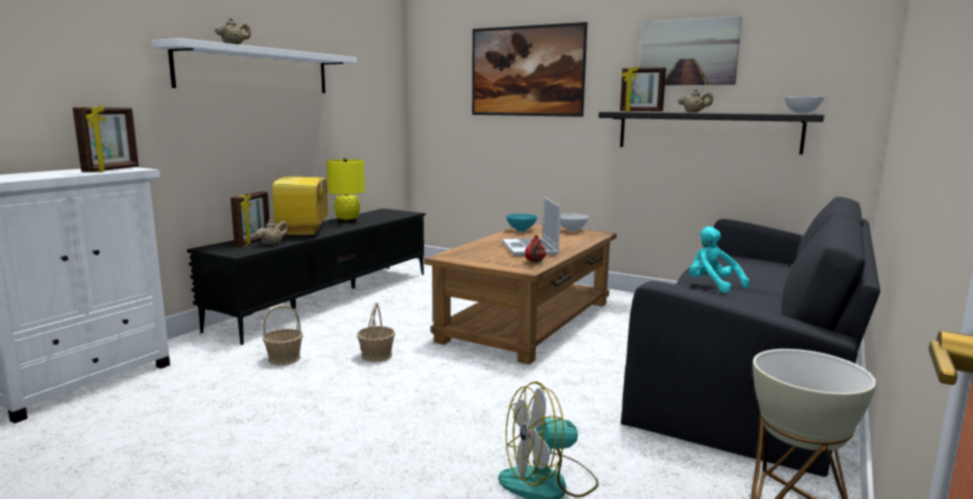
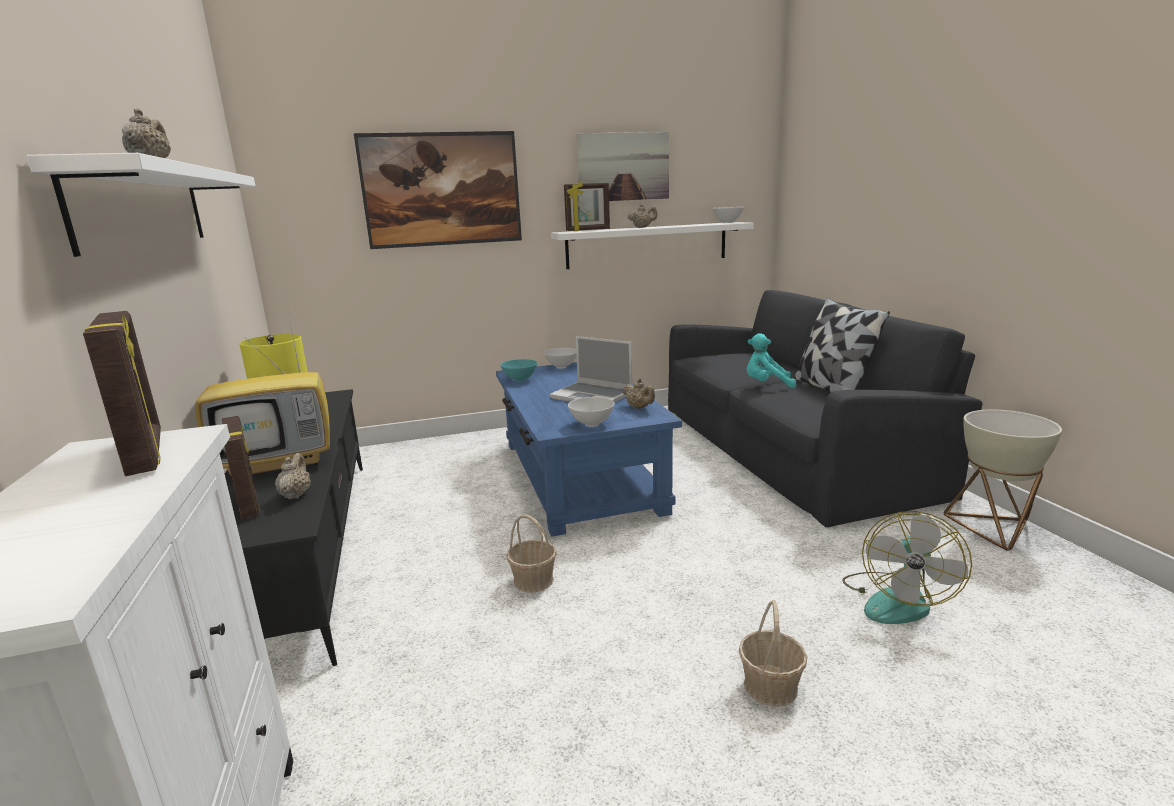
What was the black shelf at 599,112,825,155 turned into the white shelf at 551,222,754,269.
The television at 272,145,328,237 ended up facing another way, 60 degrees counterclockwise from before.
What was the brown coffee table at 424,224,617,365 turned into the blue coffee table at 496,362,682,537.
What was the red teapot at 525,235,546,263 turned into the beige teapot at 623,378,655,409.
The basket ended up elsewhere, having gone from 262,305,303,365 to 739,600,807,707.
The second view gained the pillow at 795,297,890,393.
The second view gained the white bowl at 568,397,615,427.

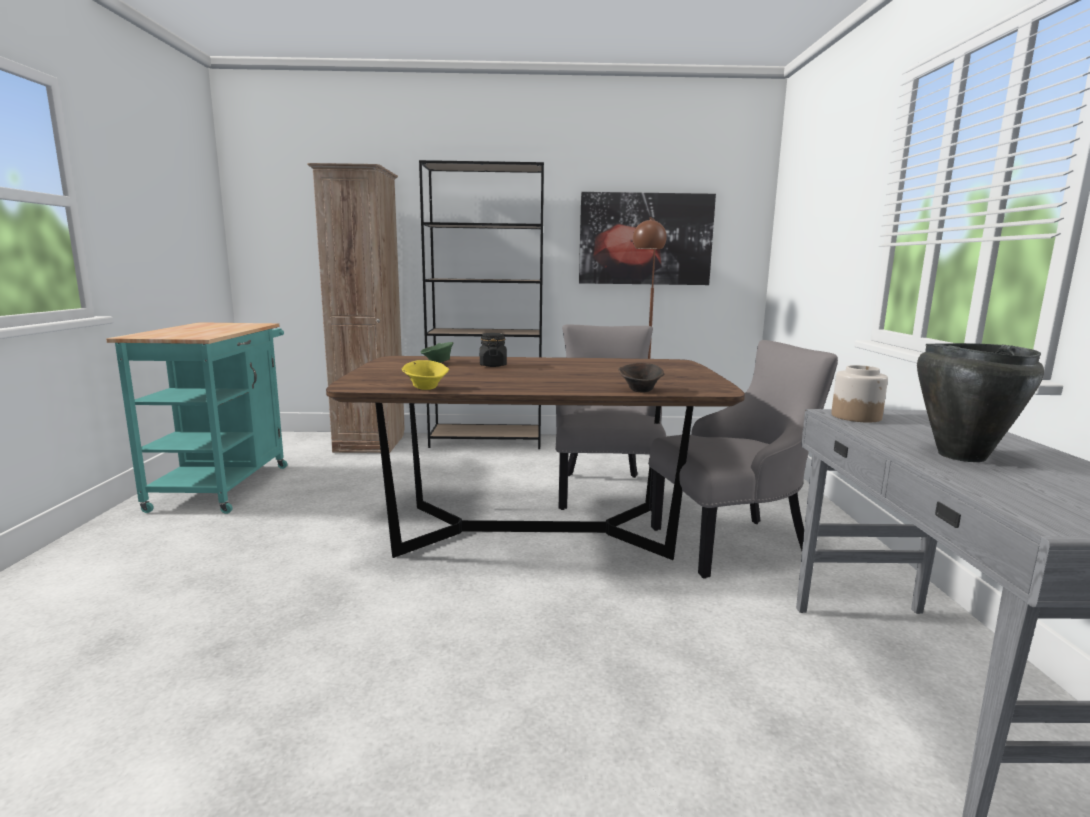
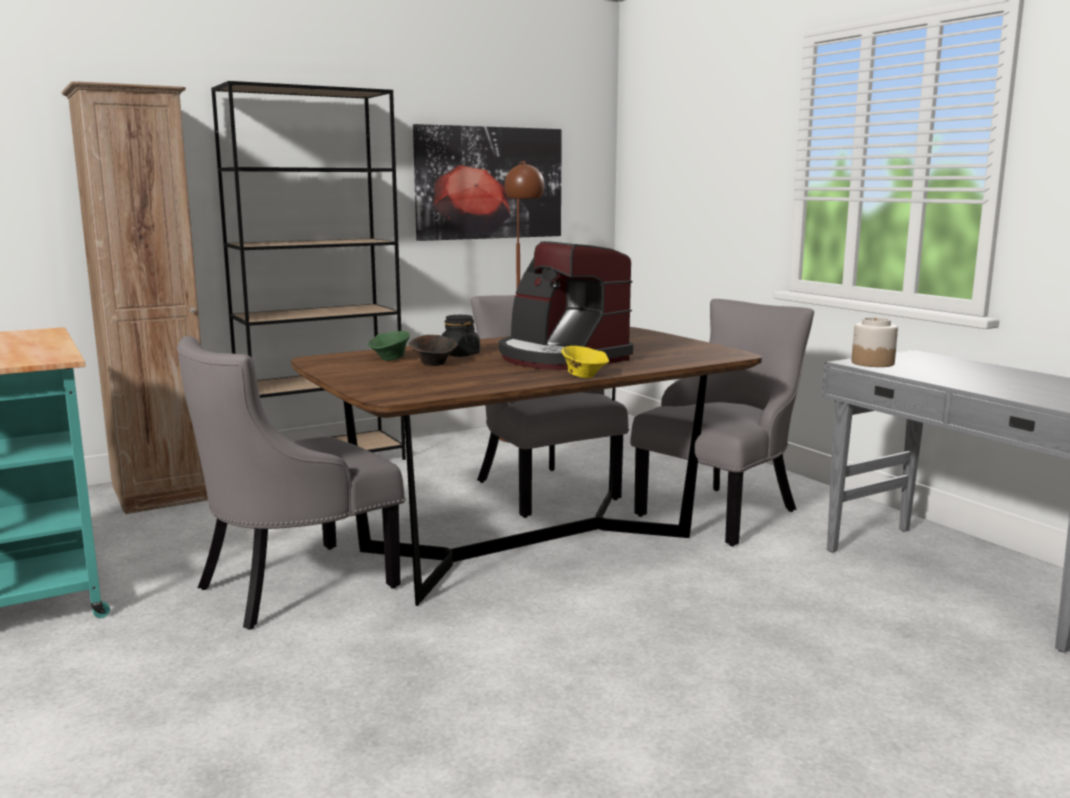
The second view lost the black cooking pot at 917,343,1044,462.
The yellow bowl ended up elsewhere, having gone from 402,360,449,390 to 562,346,609,378.
The brown bowl ended up elsewhere, having gone from 619,363,664,393 to 409,335,458,366.
The second view gained the coffee machine at 499,241,633,370.
The second view gained the grey chair at 177,336,406,630.

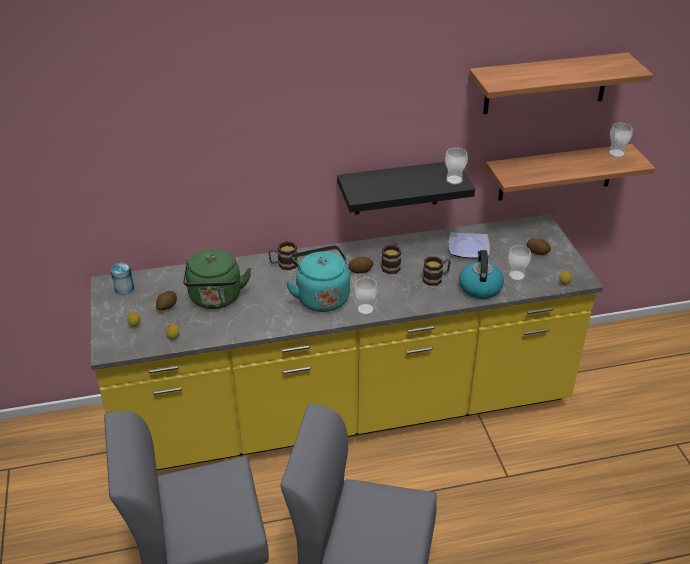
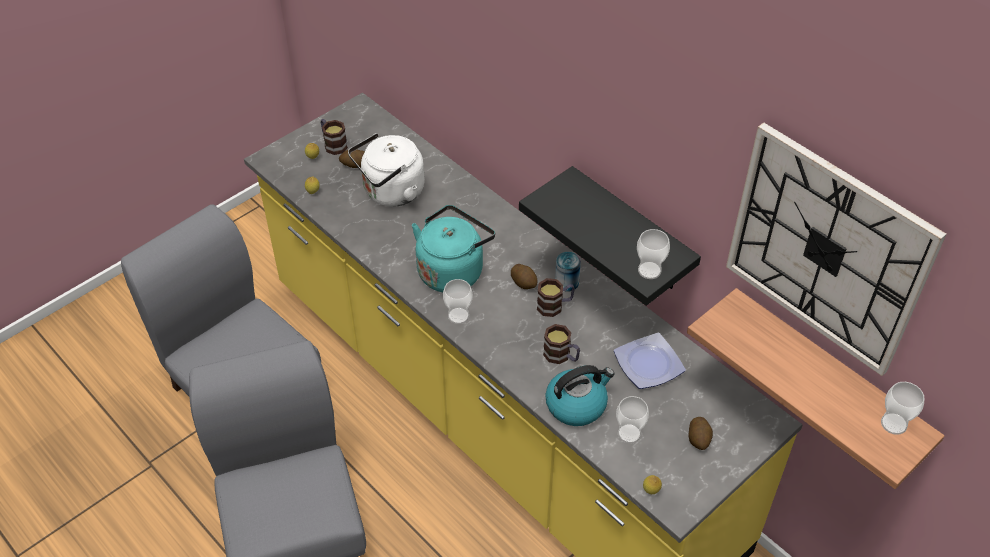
Where the shelf hung at 469,52,653,114, the wall clock came to hang at 726,123,946,376.
The mug ended up elsewhere, having gone from 269,241,298,270 to 321,119,348,155.
What was the green kettle at 183,249,252,309 turned into the white kettle at 348,133,425,207.
The can ended up elsewhere, having gone from 111,263,134,295 to 555,252,581,292.

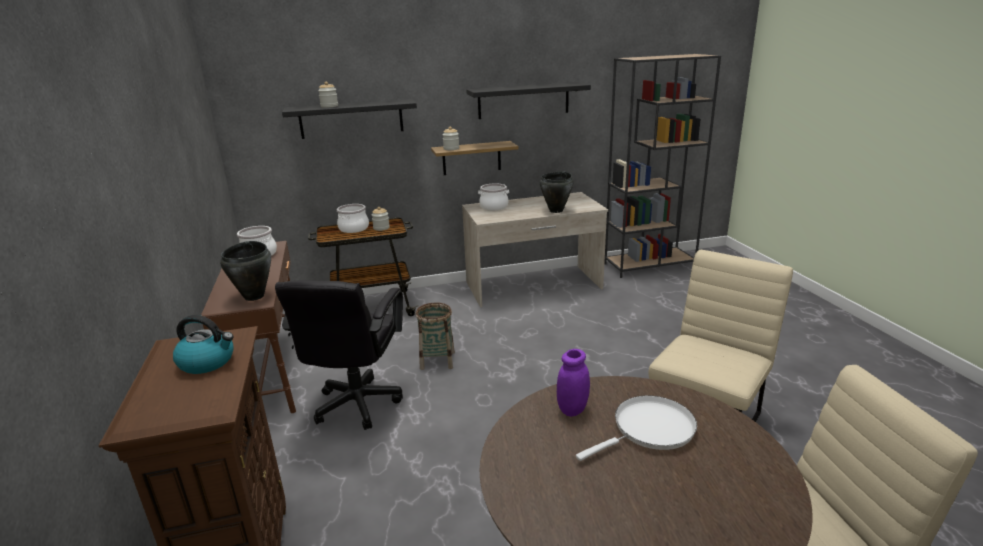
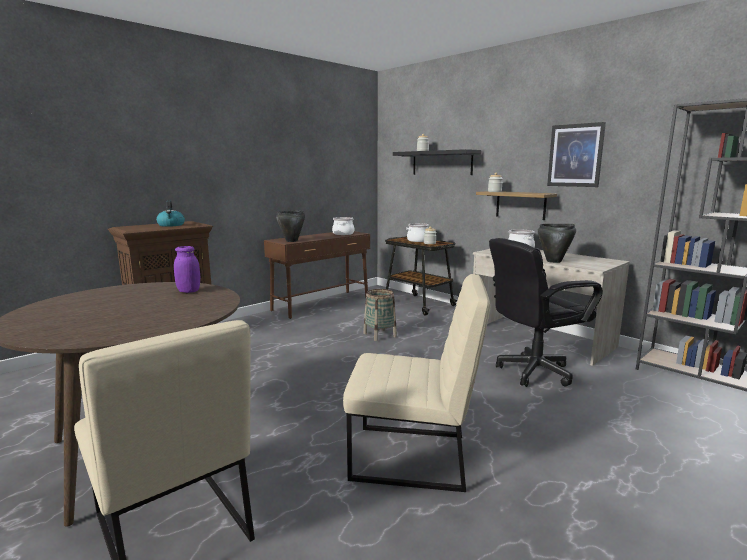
Where the black shelf hung at 466,82,591,119, the picture came to hang at 547,122,606,187.
The black office chair ended up elsewhere, having gone from 275,280,403,430 to 489,238,603,387.
The second view lost the white frying pan at 576,395,697,461.

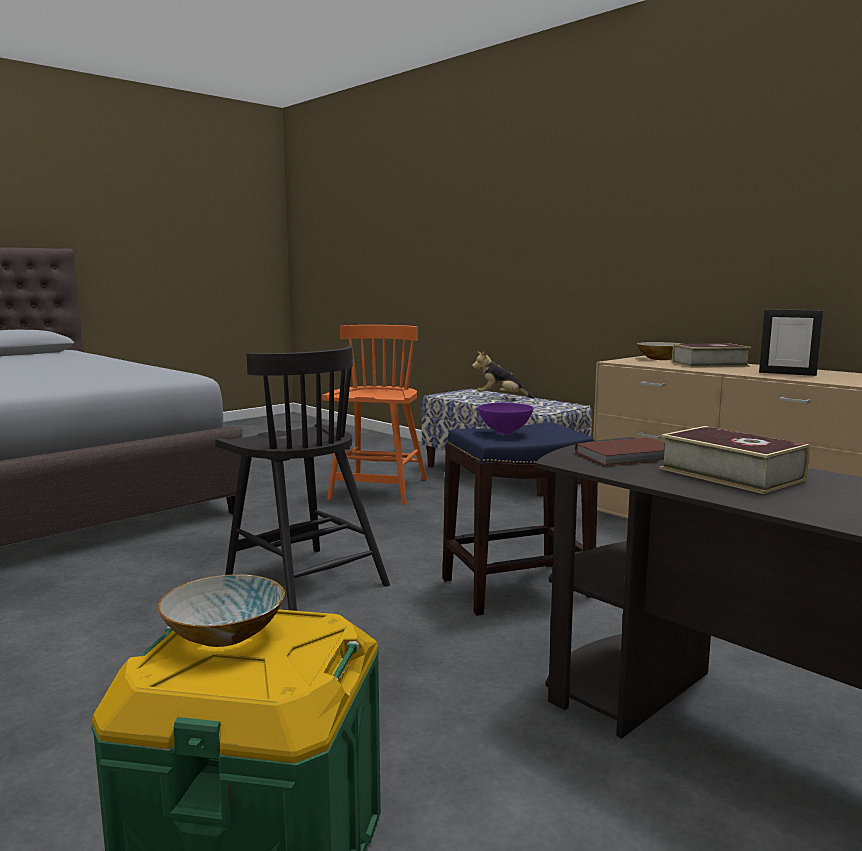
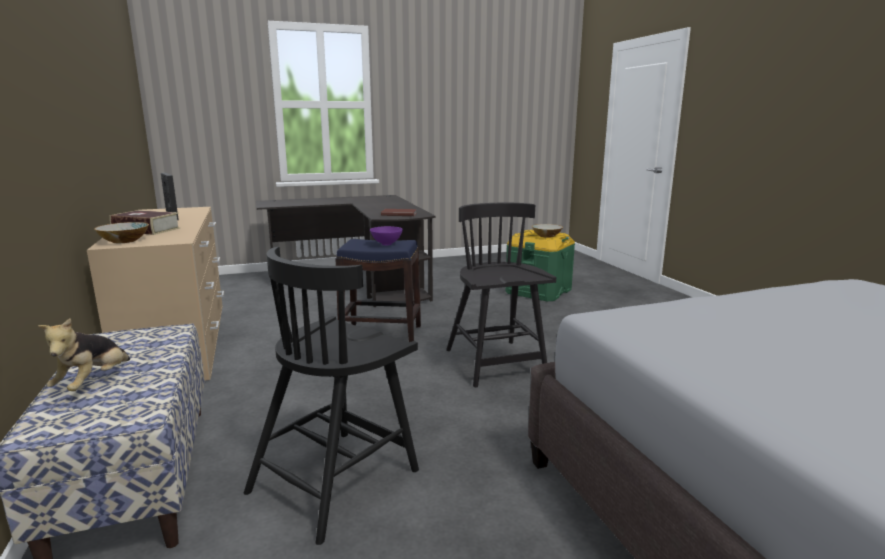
What was the orange chair at 322,325,427,505 turned into the black chair at 244,247,419,545.
The plush toy at 472,351,534,399 ended up facing another way, 60 degrees clockwise from before.
The second view lost the book at 659,426,810,494.

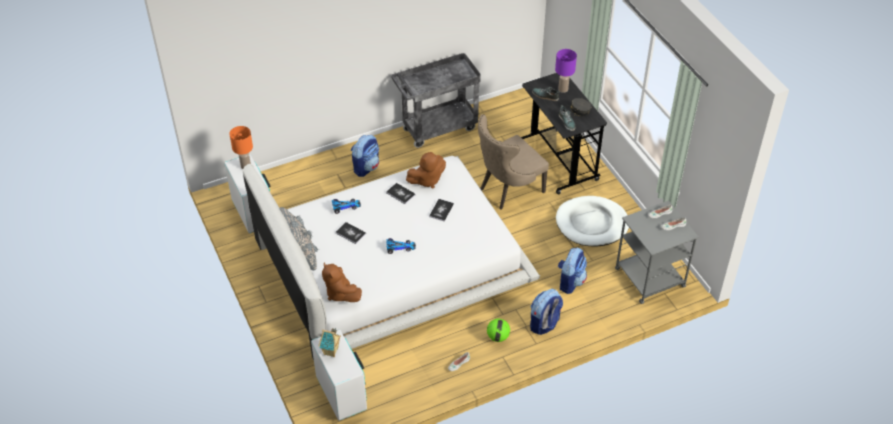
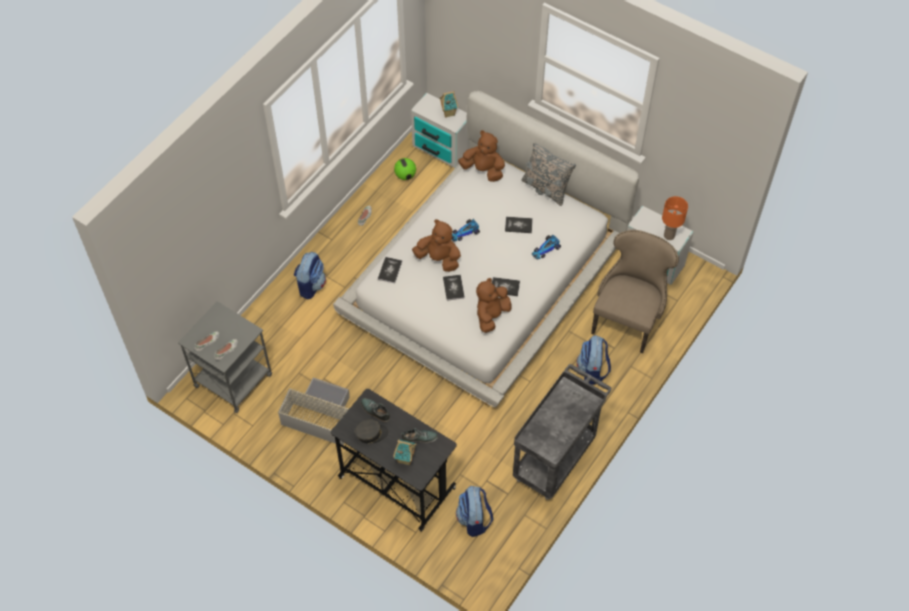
Where the purple table lamp stood at 555,49,577,93, the toy house came to stand at 393,440,417,466.
The beige chair ended up elsewhere, having gone from 478,114,549,210 to 591,230,679,353.
Where the white dog bed stood at 556,196,629,247, the grey storage box came to stand at 278,378,350,445.
The backpack ended up elsewhere, having gone from 558,247,587,294 to 456,486,493,537.
The football ended up elsewhere, having gone from 487,318,510,342 to 394,158,416,180.
The second view gained the brown plush toy at 412,219,461,272.
The second view gained the book at 378,257,402,283.

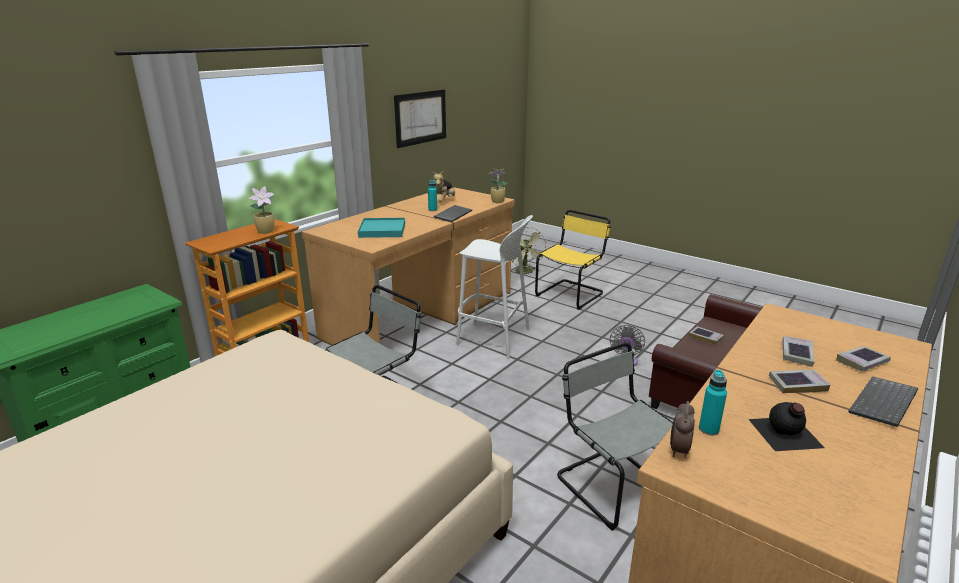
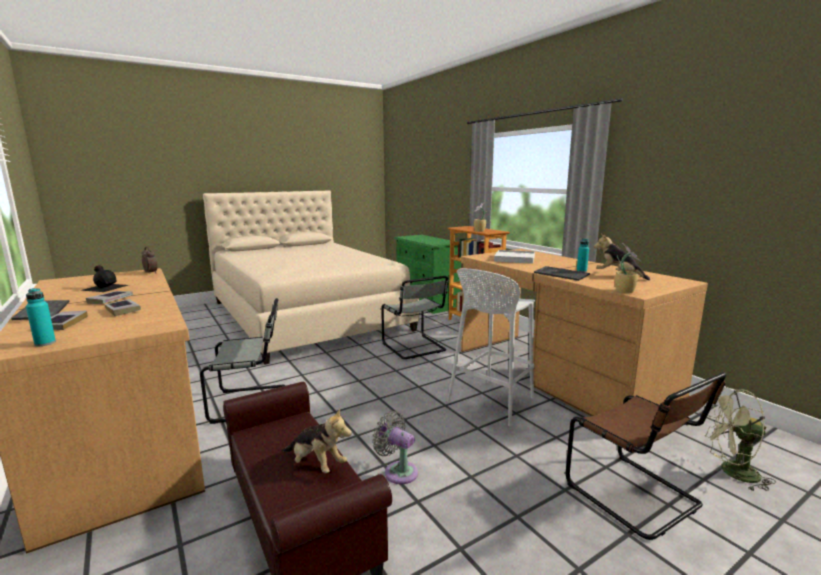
The second view lost the picture at 394,89,446,148.
What was the yellow chair at 535,210,611,310 turned into the brown chair at 566,372,727,540.
What was the turquoise tray at 358,218,405,238 turned into the white tray at 494,250,535,264.
Where the book stood at 689,326,724,345, the plush toy came to stand at 283,408,352,473.
The turquoise bottle ended up elsewhere, having gone from 699,370,727,436 to 26,288,56,346.

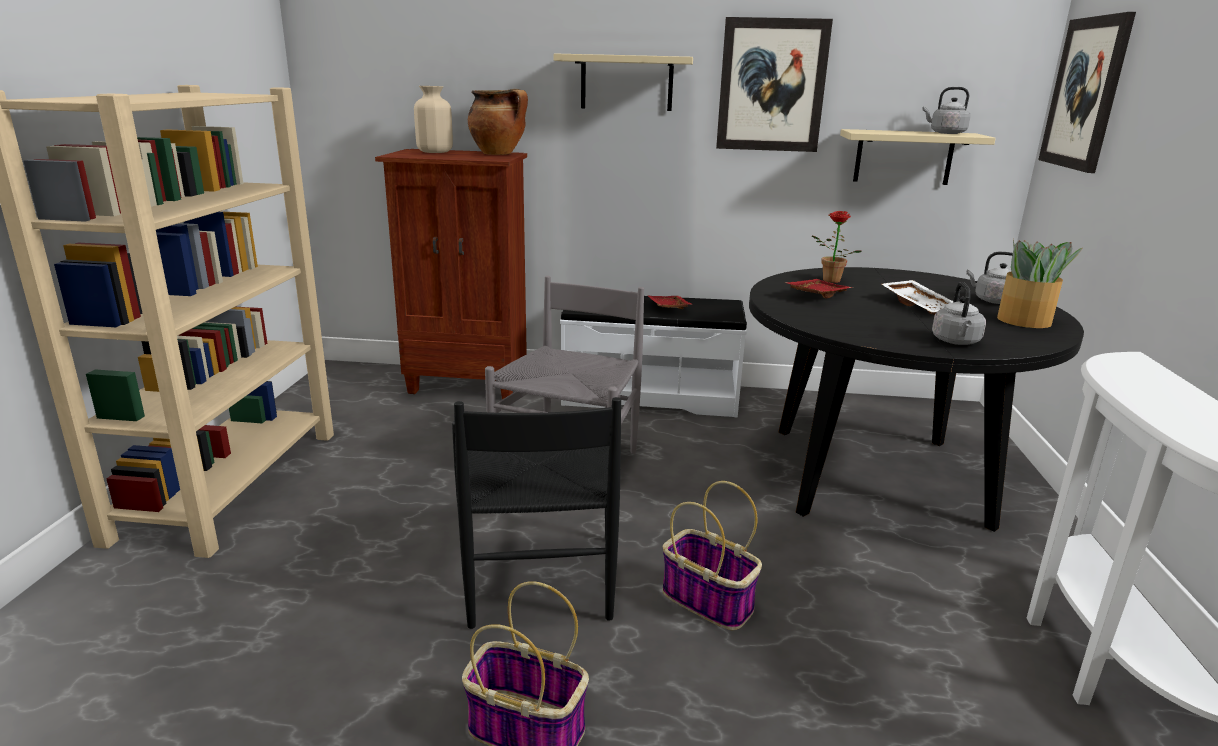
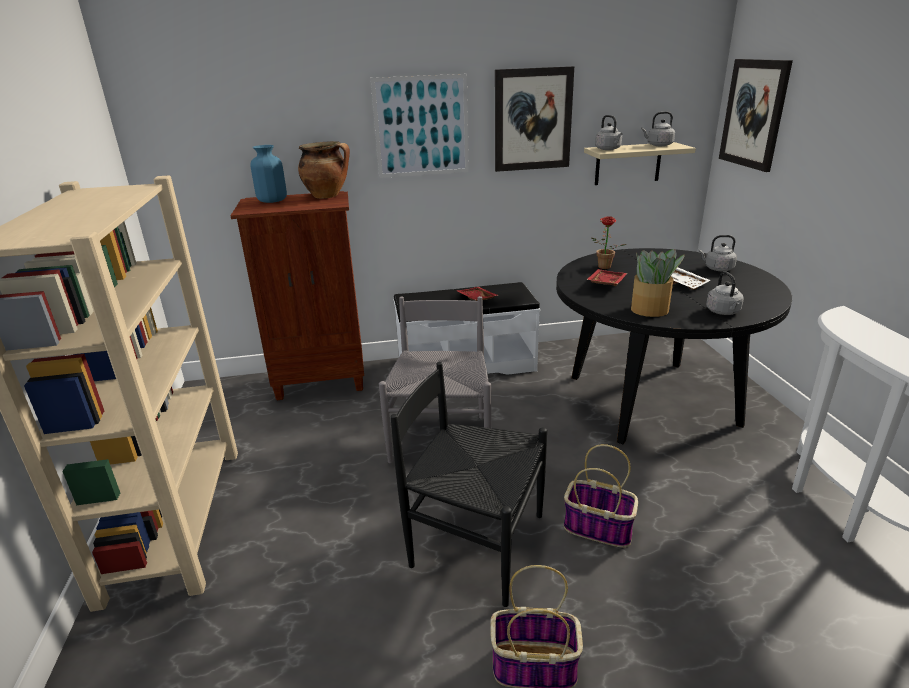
Where the beige shelf hung at 554,53,693,111, the picture came to hang at 371,74,469,178.
What was the beige vase at 414,86,453,153 turned into the blue vase at 250,145,287,203.
The potted plant ended up elsewhere, having gone from 997,240,1083,328 to 631,249,685,317.
The black chair at 452,397,621,629 ended up facing another way, 135 degrees clockwise from before.
The second view gained the grey kettle at 595,115,623,150.

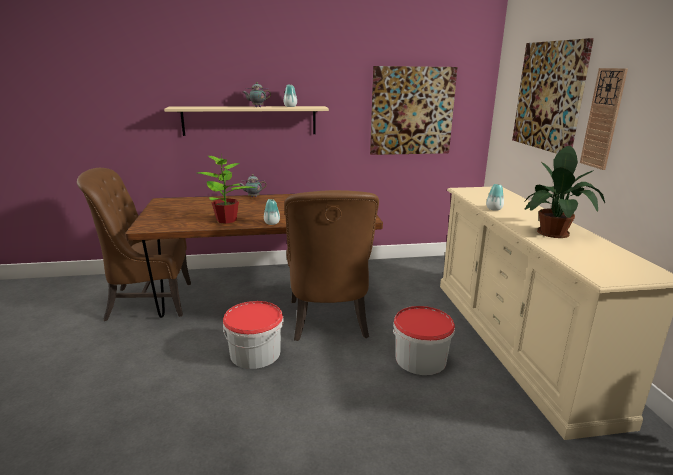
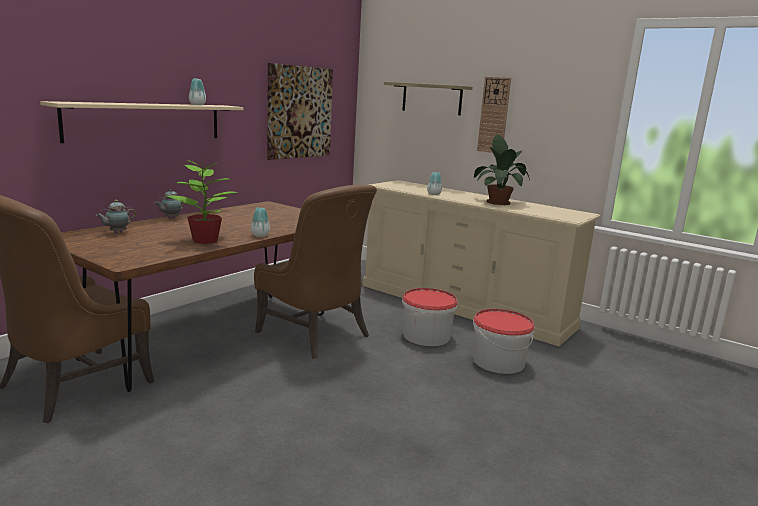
Where the picture hung at 512,38,594,154, the shelf came to hang at 384,82,473,115.
The teapot ended up elsewhere, having gone from 243,82,271,107 to 96,200,136,233.
The bucket ended up elsewhere, having gone from 223,301,284,369 to 473,309,535,374.

